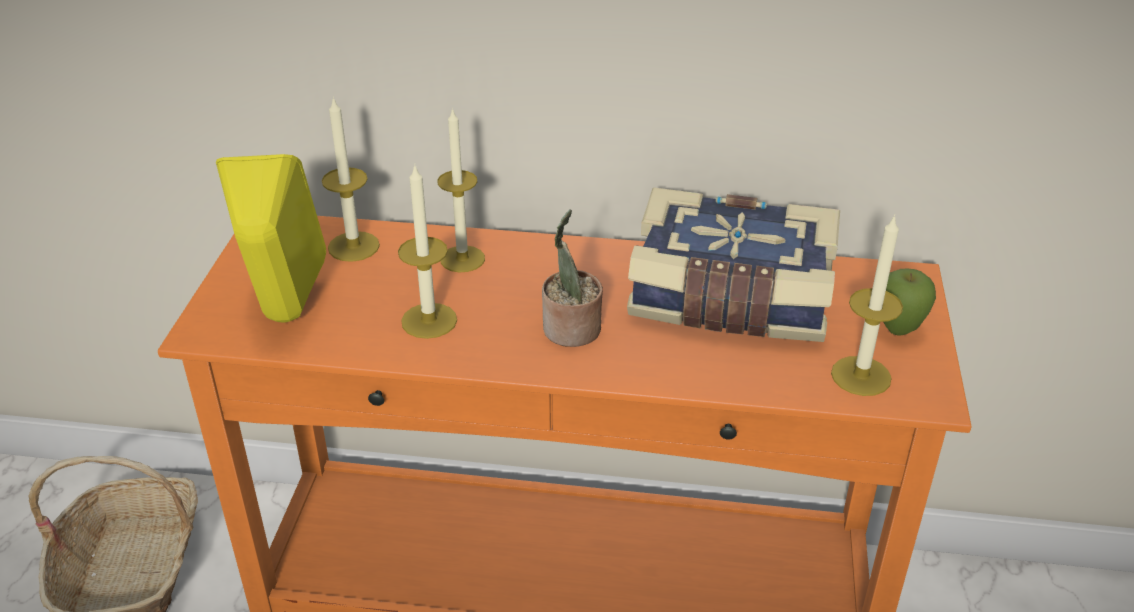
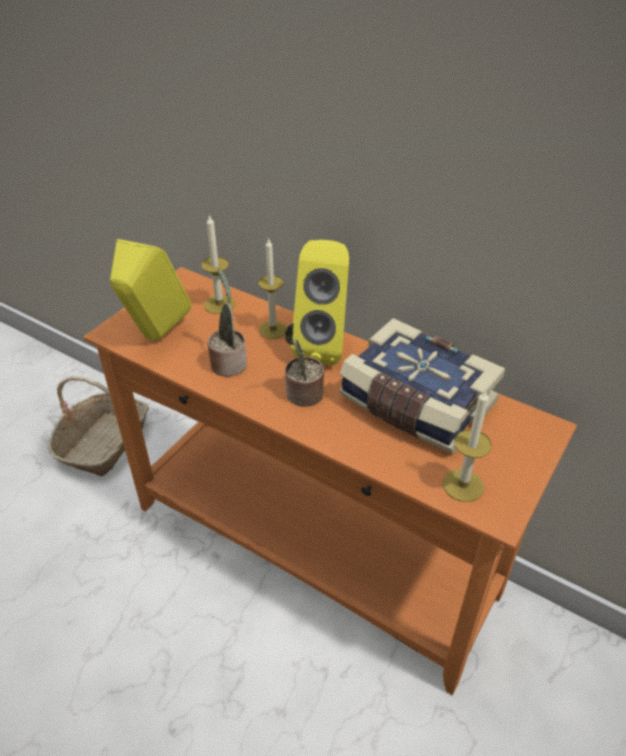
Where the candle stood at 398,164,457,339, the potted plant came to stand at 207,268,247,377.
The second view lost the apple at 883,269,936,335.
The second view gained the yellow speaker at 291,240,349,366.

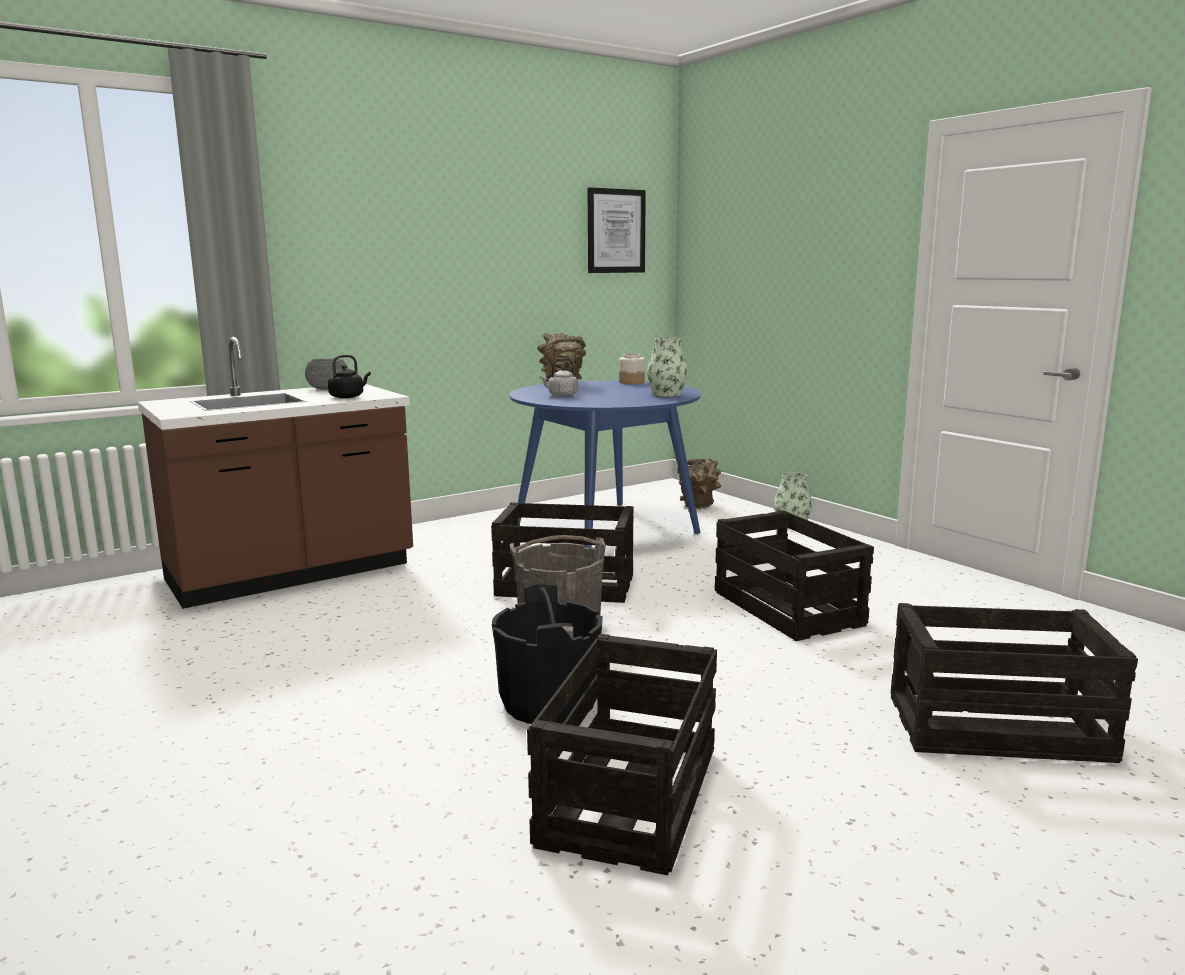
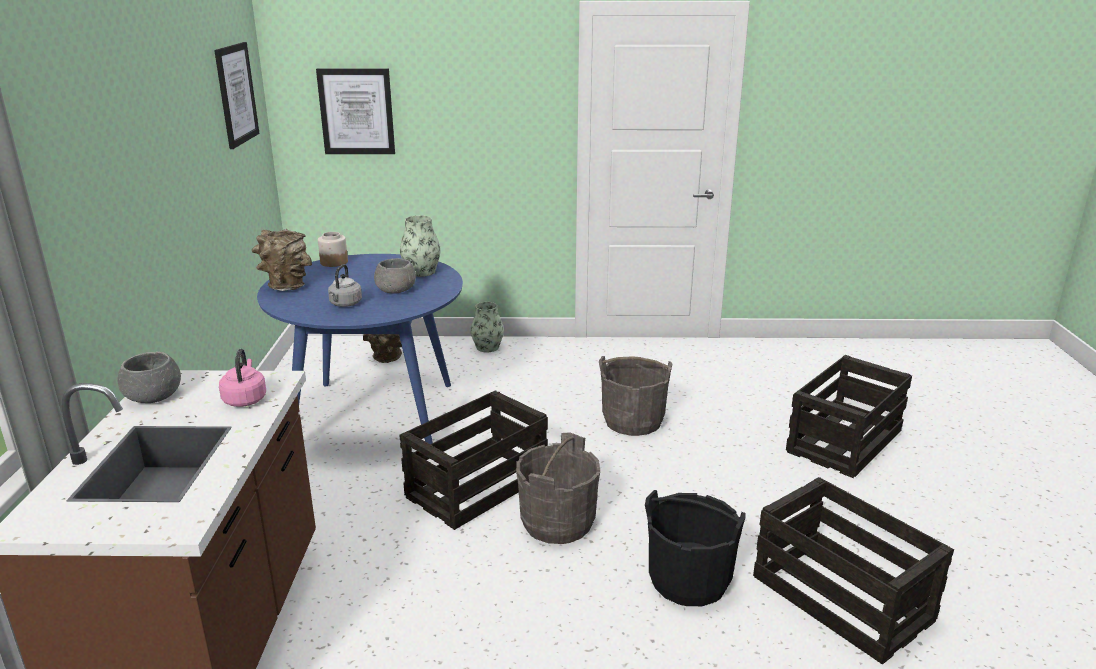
What was the black kettle at 328,355,371,398 turned into the pink kettle at 219,349,266,407.
Where the crate stood at 715,510,874,641, the grey bucket came to stand at 599,356,672,436.
The second view gained the picture at 316,68,395,154.
The second view gained the grey bowl at 374,258,416,294.

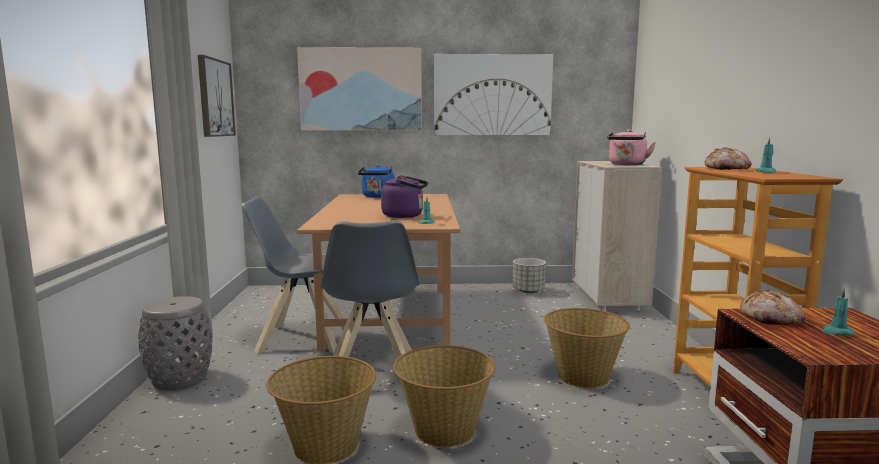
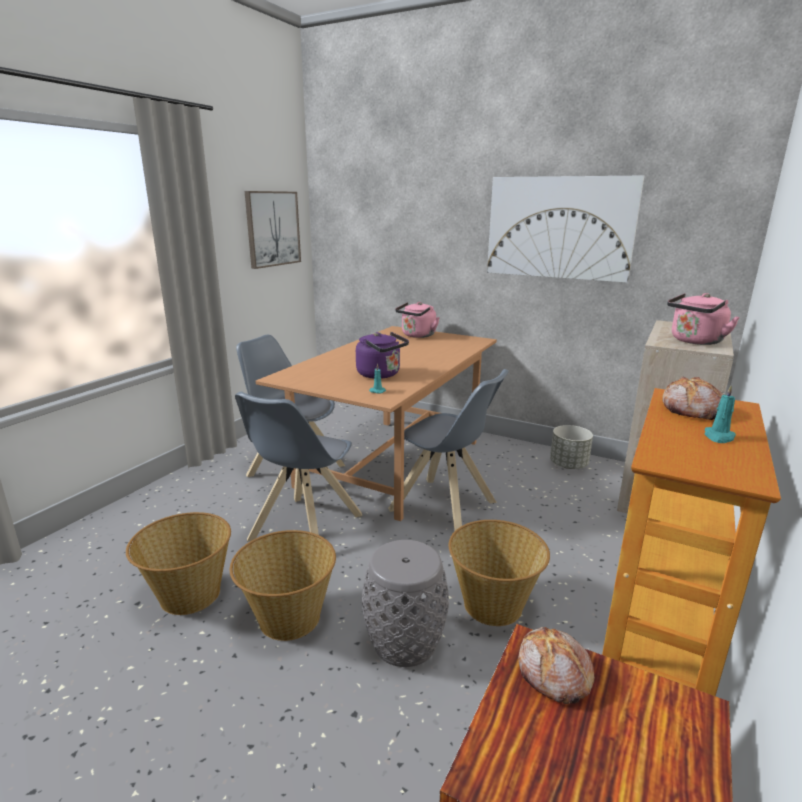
The second view lost the picture at 297,47,422,130.
What was the blue kettle at 358,165,395,198 turned into the pink kettle at 395,302,440,338.
The second view lost the turquoise candle at 821,289,854,335.
The grey stool ended up elsewhere, having gone from 138,296,213,390 to 362,540,449,667.
The second view gained the grey chair at 388,369,509,531.

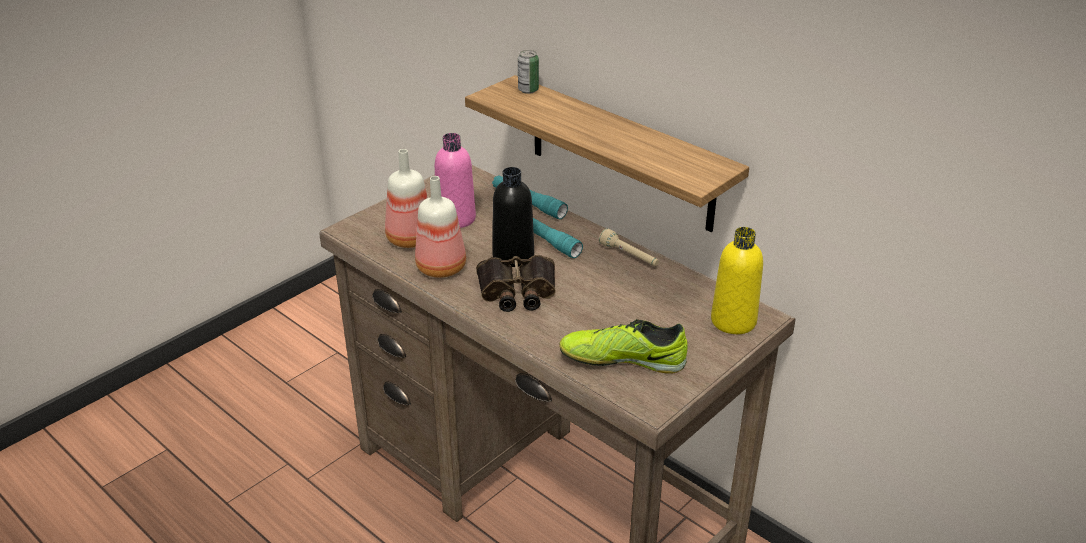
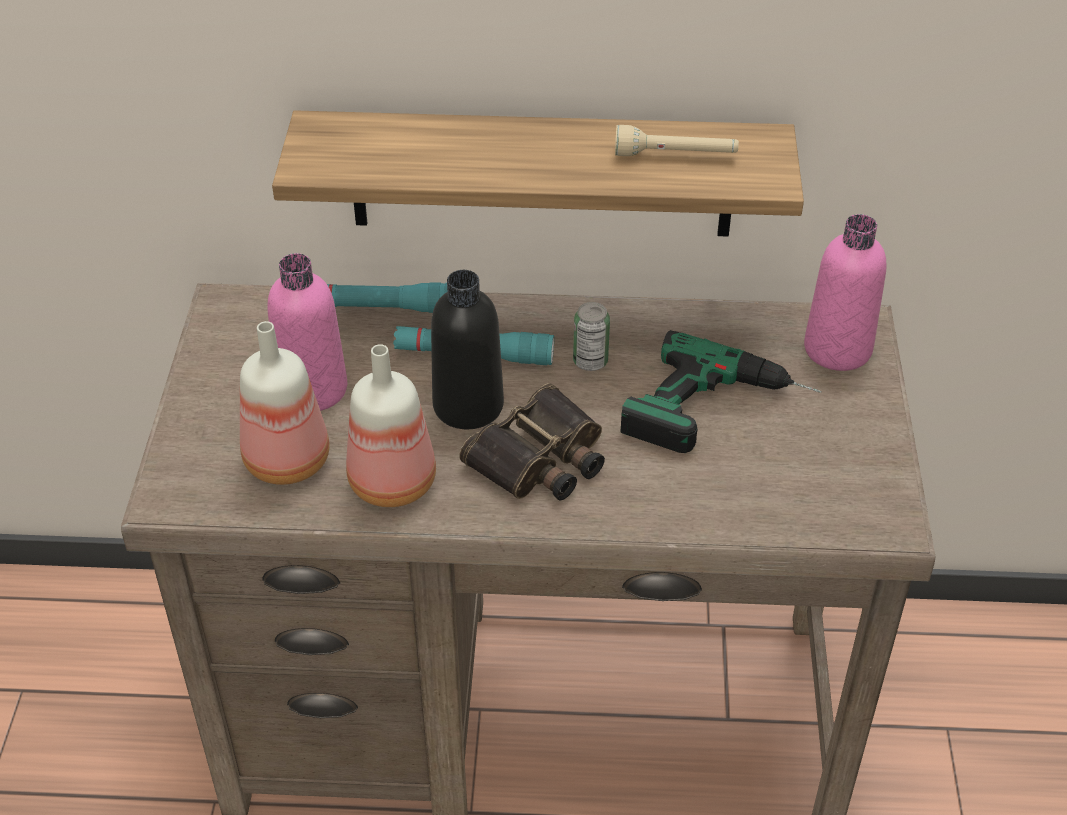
The can ended up elsewhere, having gone from 518,50,539,94 to 573,302,610,371.
What was the yellow bottle at 711,227,763,334 turned into the pink bottle at 804,214,887,371.
The beige flashlight ended up elsewhere, having gone from 599,229,659,266 to 615,125,739,156.
The second view lost the shoe at 559,319,688,374.
The second view gained the power drill at 620,330,822,453.

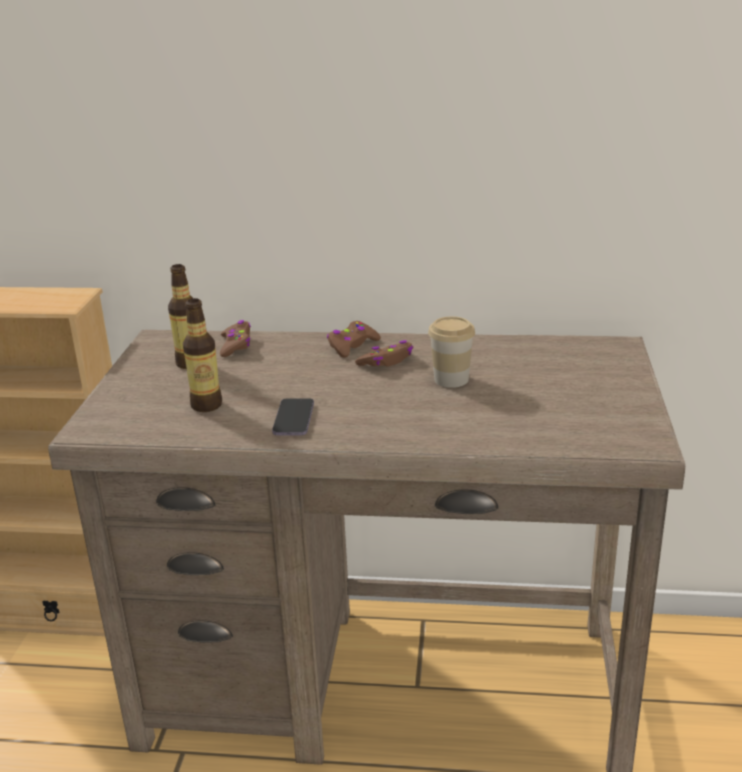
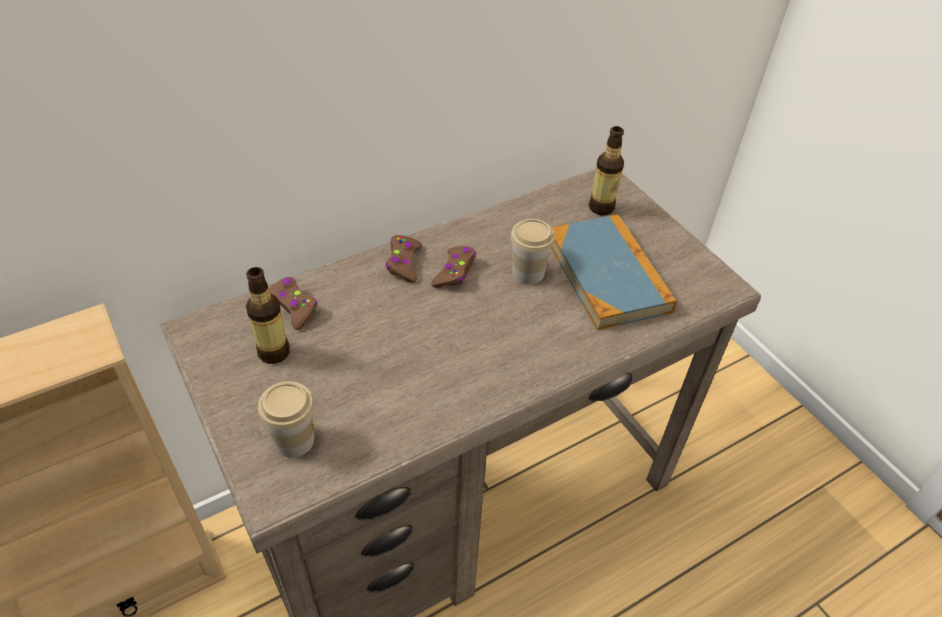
The bottle ended up elsewhere, having gone from 183,298,222,412 to 589,126,624,215.
The second view lost the phone at 272,398,314,435.
The second view gained the book at 551,214,677,330.
The second view gained the cup at 258,381,314,458.

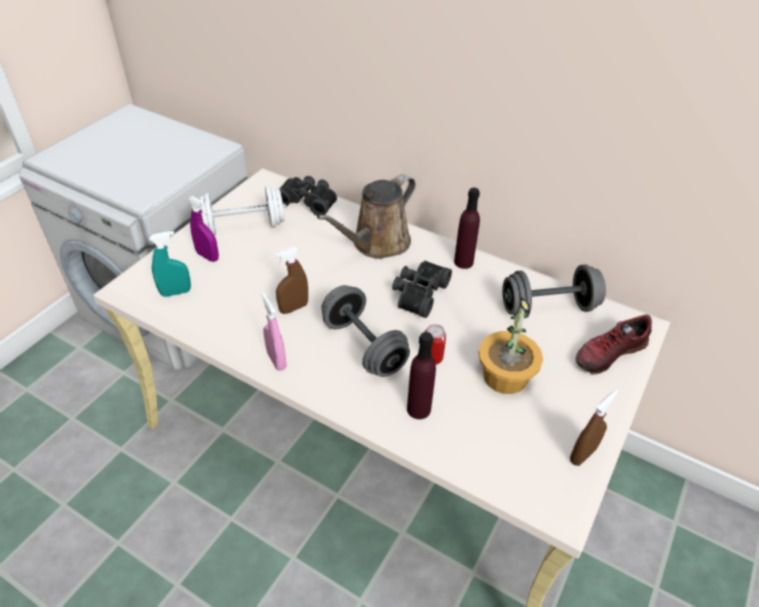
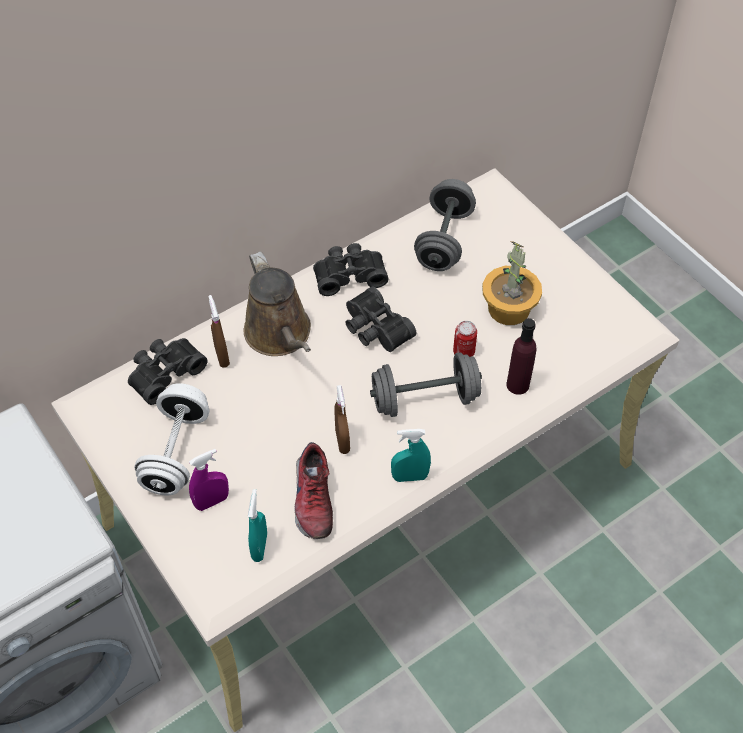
Where the purple bottle stood at 454,188,480,269, the black binoculars came to stand at 313,243,388,296.
What was the pink spray bottle at 261,293,286,371 turned into the turquoise spray bottle at 391,429,431,482.
The shoe ended up elsewhere, having gone from 575,314,652,375 to 294,442,333,539.
The brown spray bottle ended up elsewhere, having gone from 570,390,618,466 to 209,295,230,368.

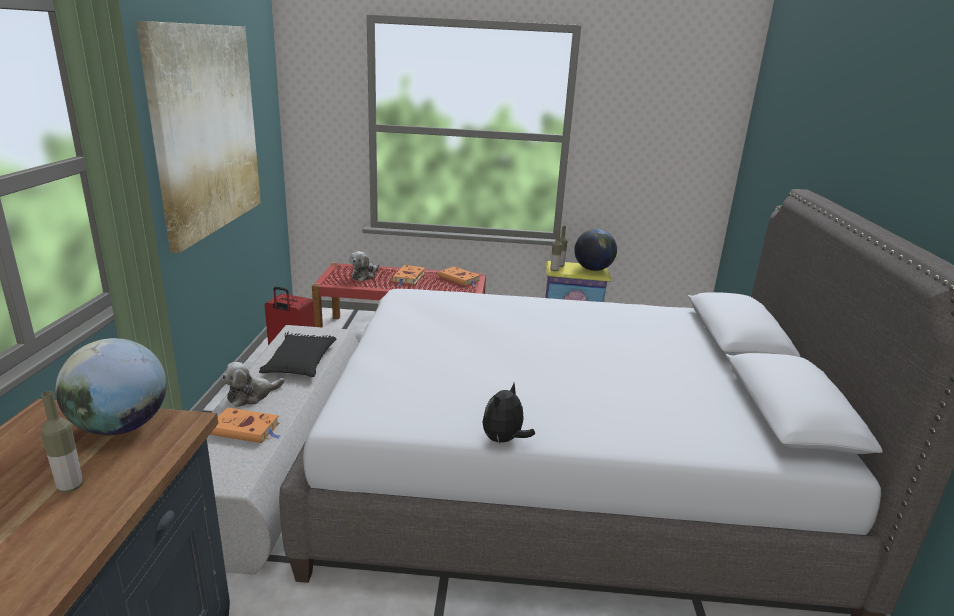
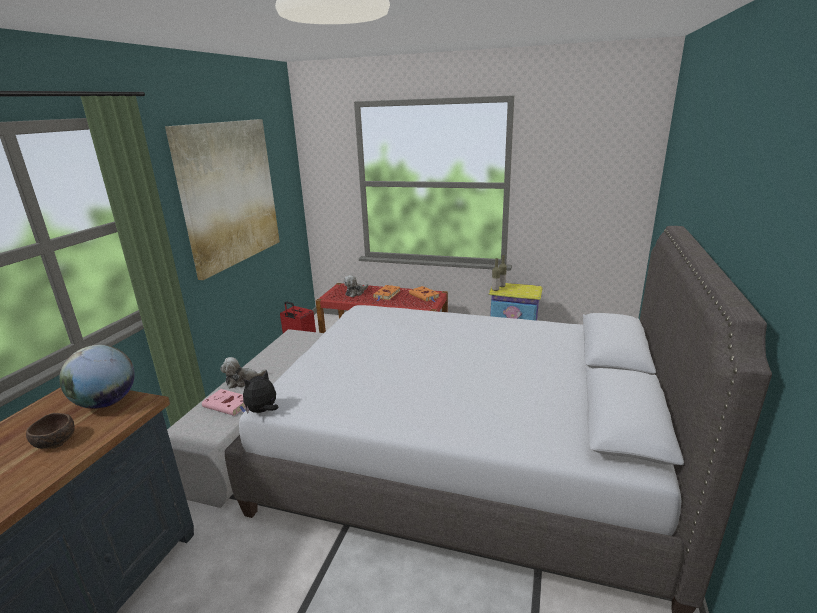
The second view lost the globe at 574,229,617,271.
The second view lost the black pillow at 259,331,337,377.
The plush toy ended up elsewhere, having gone from 483,383,535,443 to 243,371,279,414.
Where the bottle stood at 41,391,83,493, the brown bowl came to stand at 26,413,75,449.
What was the orange book at 210,407,280,443 turned into the pink book at 202,389,246,416.

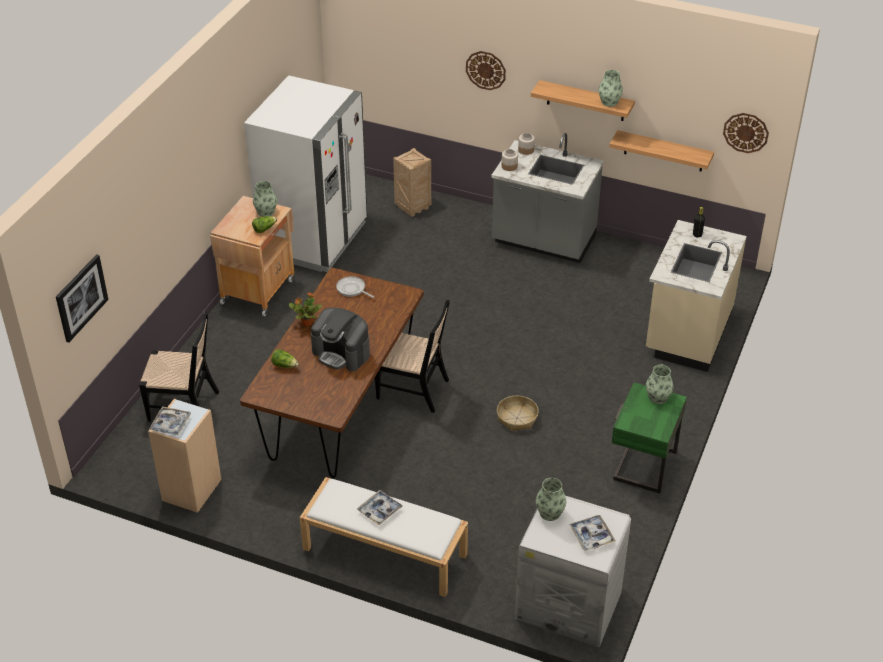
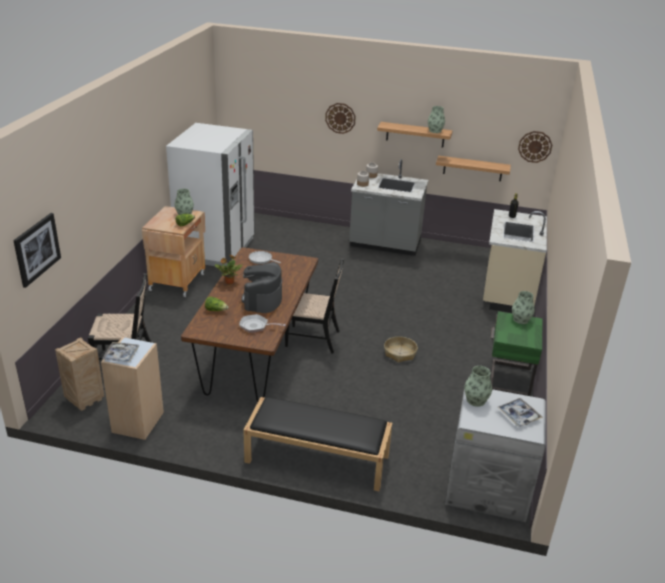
The crate ended up elsewhere, having gone from 393,148,431,217 to 55,337,104,411.
The coffee machine at 311,308,370,371 ended up facing another way, 75 degrees clockwise from before.
What was the white bench at 300,477,468,597 turned into the black bench at 243,397,393,491.
The second view lost the tray at 357,490,403,525.
The second view gained the frying pan at 239,314,286,333.

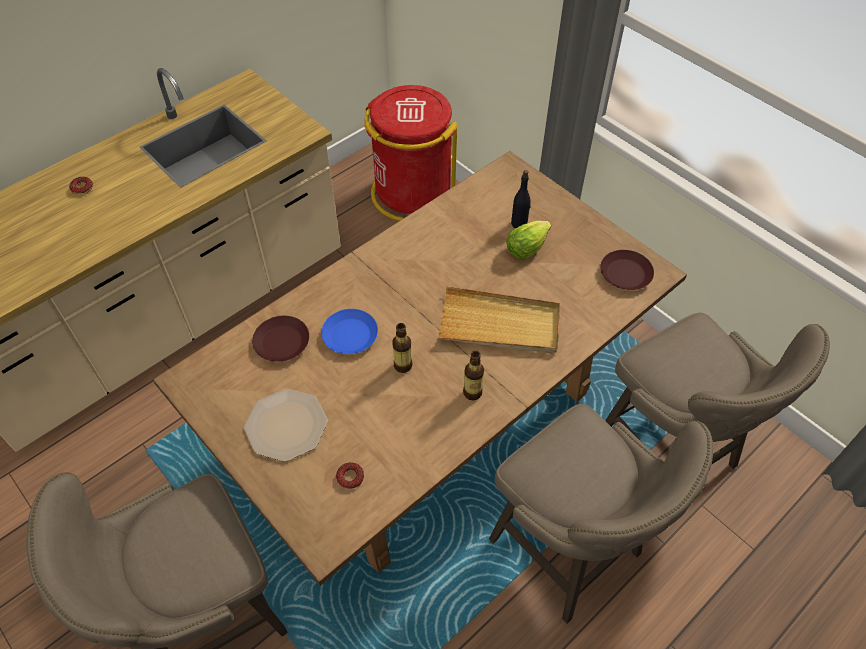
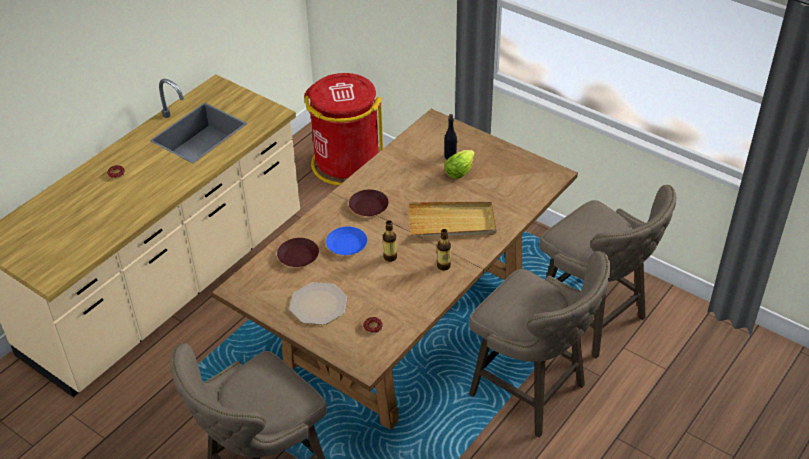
The brown plate ended up elsewhere, having gone from 600,250,654,290 to 349,189,389,216.

